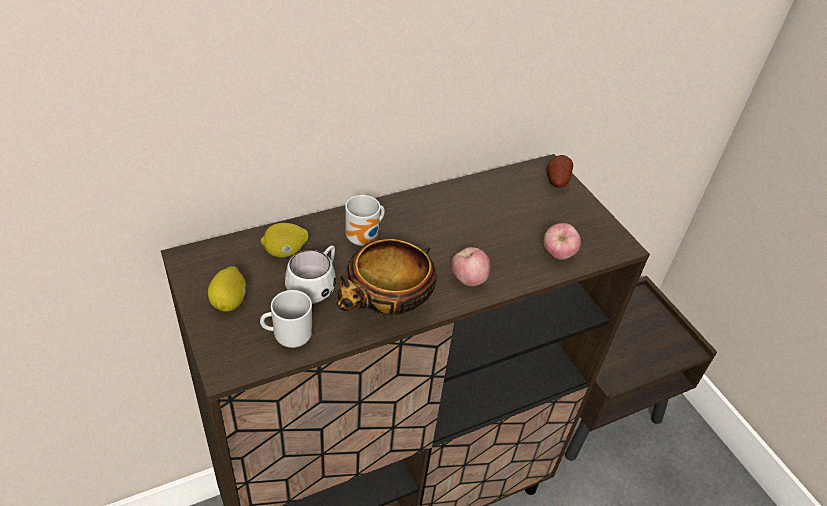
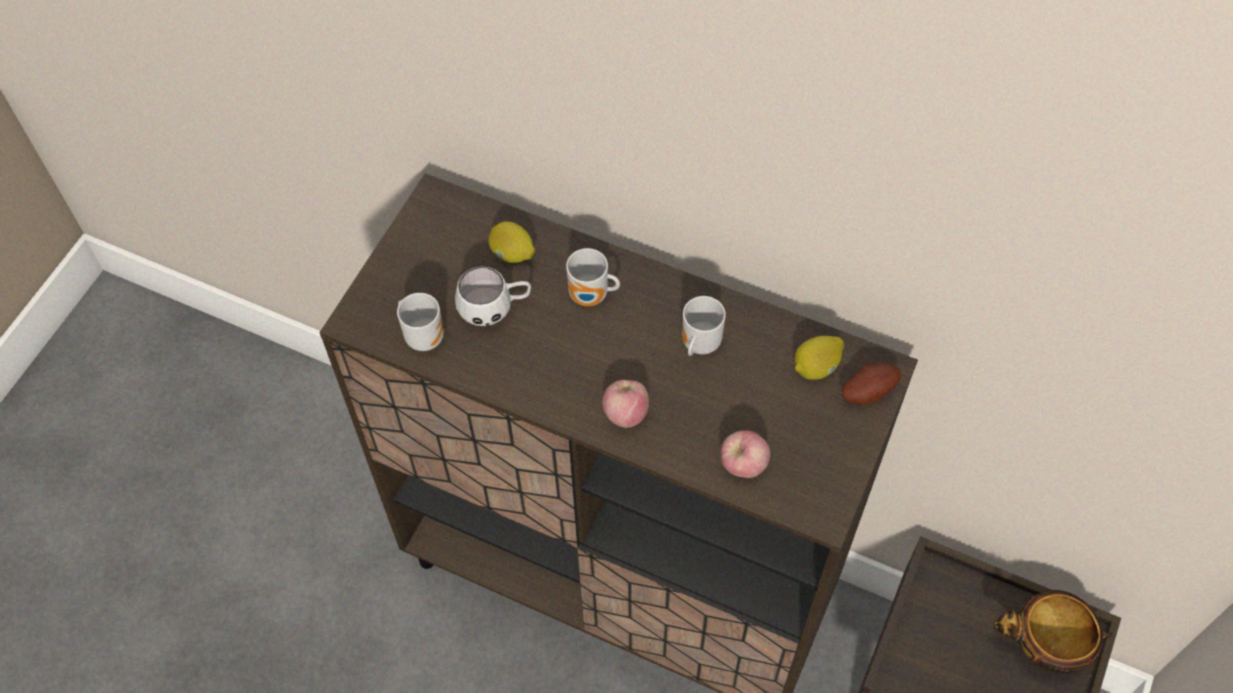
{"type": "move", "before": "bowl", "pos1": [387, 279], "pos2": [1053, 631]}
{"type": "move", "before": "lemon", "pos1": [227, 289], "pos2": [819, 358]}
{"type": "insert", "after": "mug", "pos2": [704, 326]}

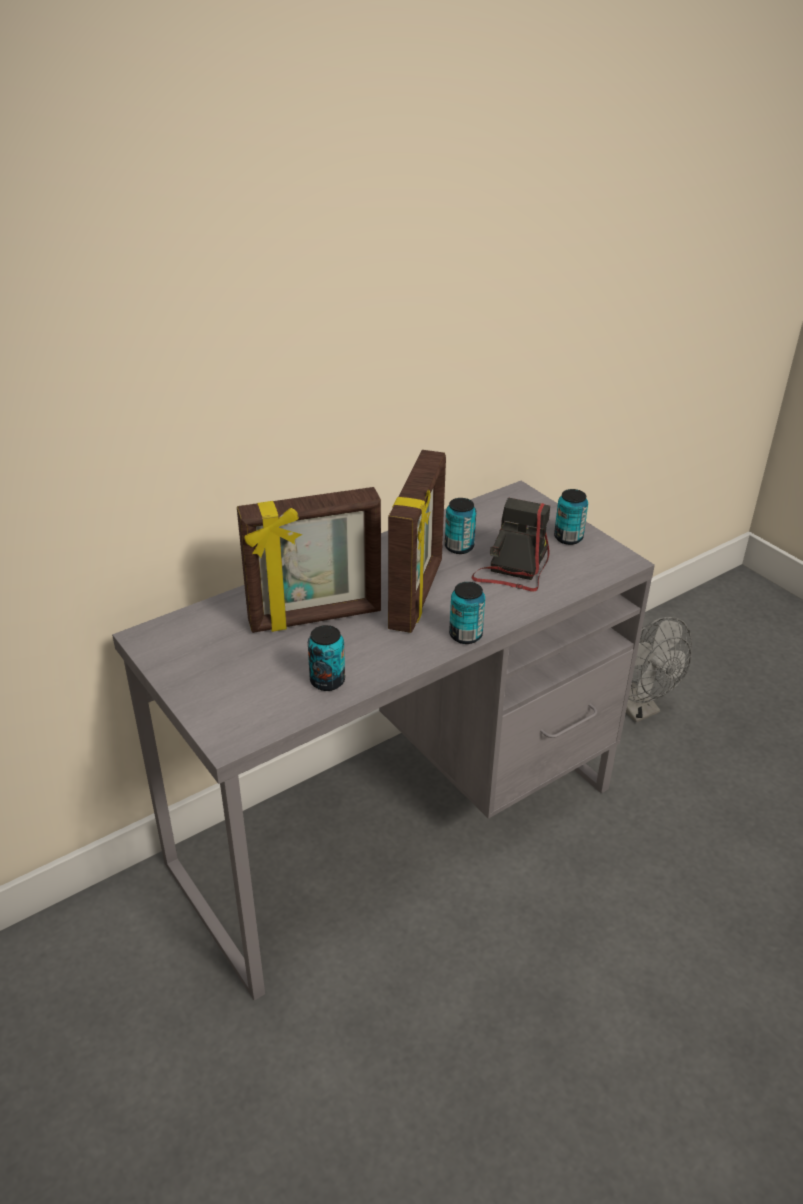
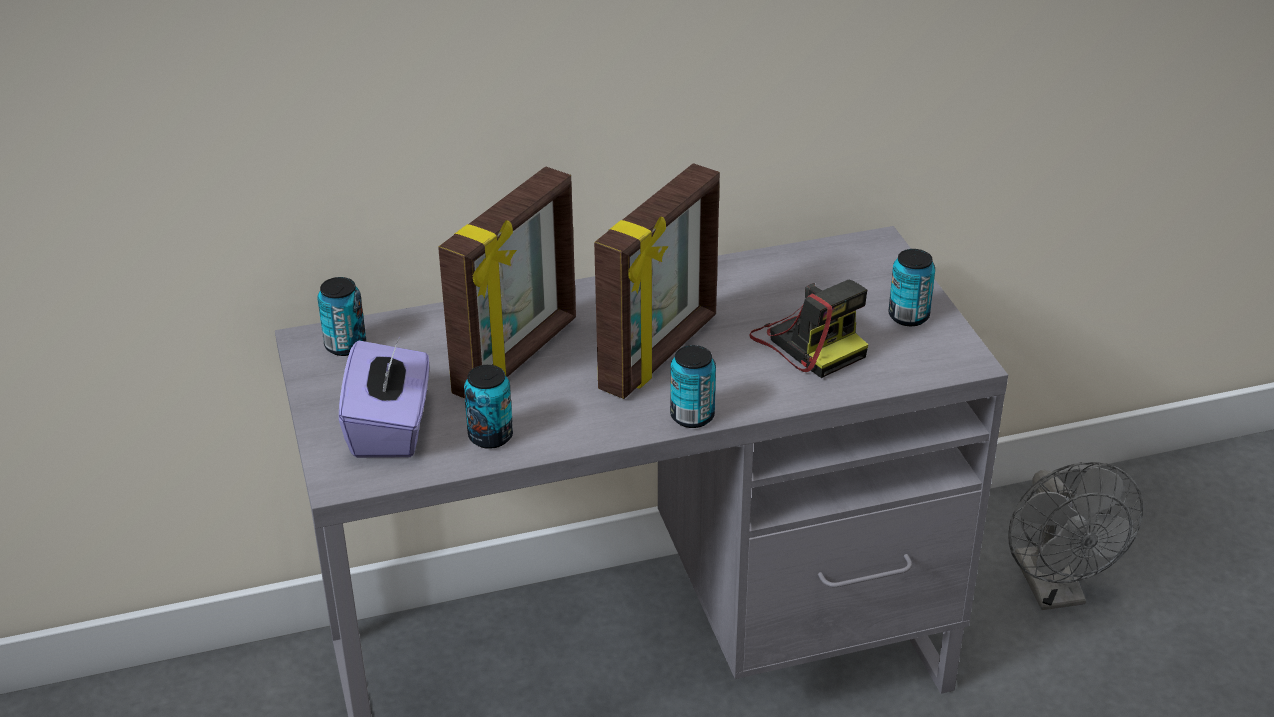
{"type": "rotate", "before": "picture frame", "pos1": [309, 560], "pos2": [507, 283], "turn": -60}
{"type": "rotate", "before": "photo camera", "pos1": [511, 544], "pos2": [808, 329], "turn": 105}
{"type": "move", "before": "can", "pos1": [461, 526], "pos2": [341, 316]}
{"type": "insert", "after": "purple tissue box", "pos2": [384, 398]}

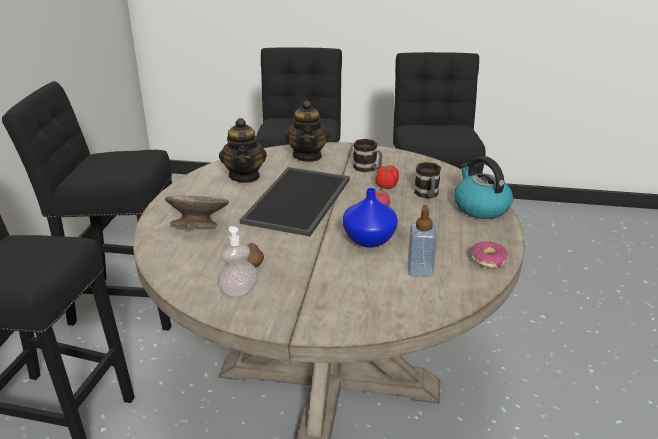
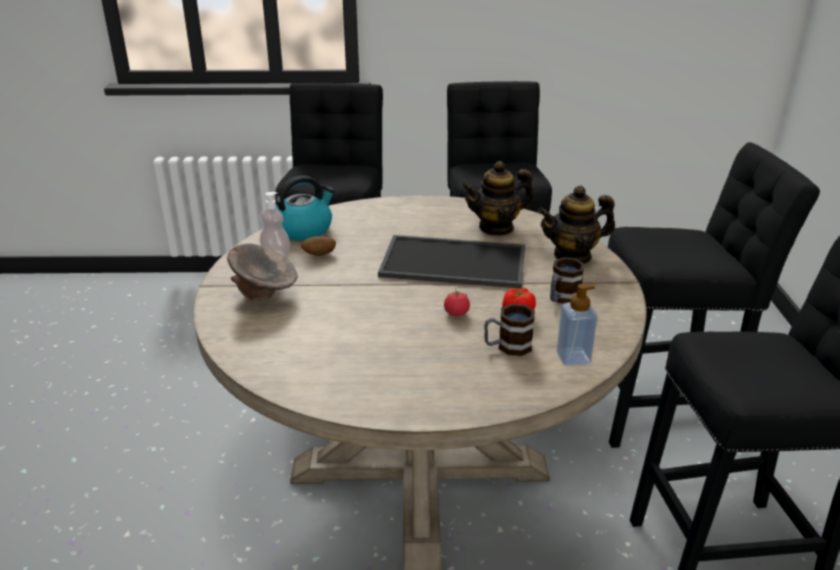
{"type": "move", "before": "kettle", "pos1": [483, 187], "pos2": [305, 208]}
{"type": "delete", "before": "blue vase", "pos1": [370, 218]}
{"type": "move", "before": "grey bowl", "pos1": [197, 211], "pos2": [262, 272]}
{"type": "move", "before": "soap dispenser", "pos1": [422, 241], "pos2": [577, 325]}
{"type": "delete", "before": "donut", "pos1": [489, 255]}

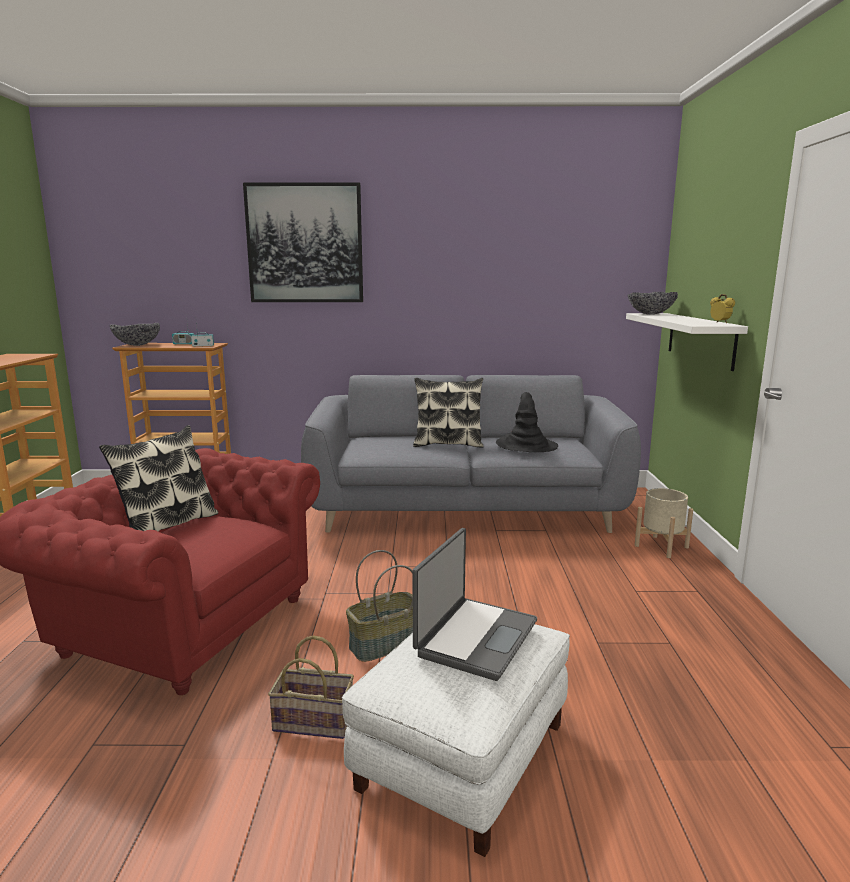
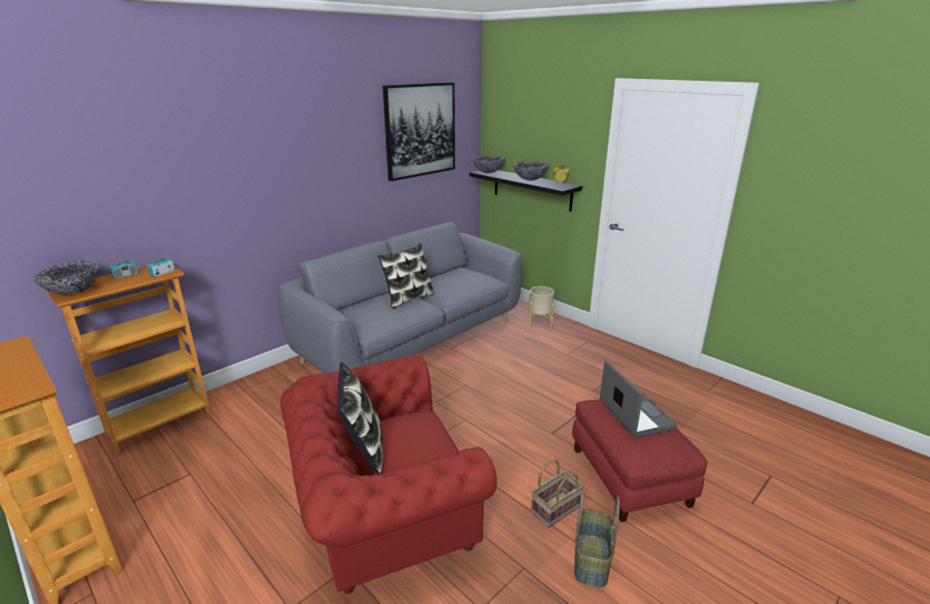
{"type": "move", "before": "picture", "pos1": [303, 242], "pos2": [419, 131]}
{"type": "recolor", "before": "white shelf", "after": "black shelf", "pos1": [687, 342], "pos2": [526, 190]}
{"type": "delete", "before": "black hat", "pos1": [527, 422]}
{"type": "move", "before": "basket", "pos1": [379, 606], "pos2": [596, 538]}
{"type": "recolor", "before": "white ottoman", "after": "red ottoman", "pos1": [456, 740], "pos2": [640, 457]}
{"type": "insert", "after": "bowl", "pos2": [531, 171]}

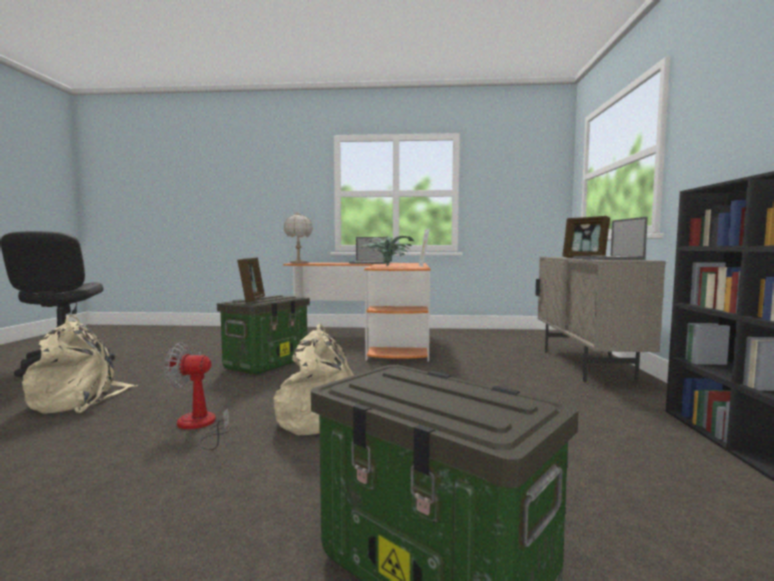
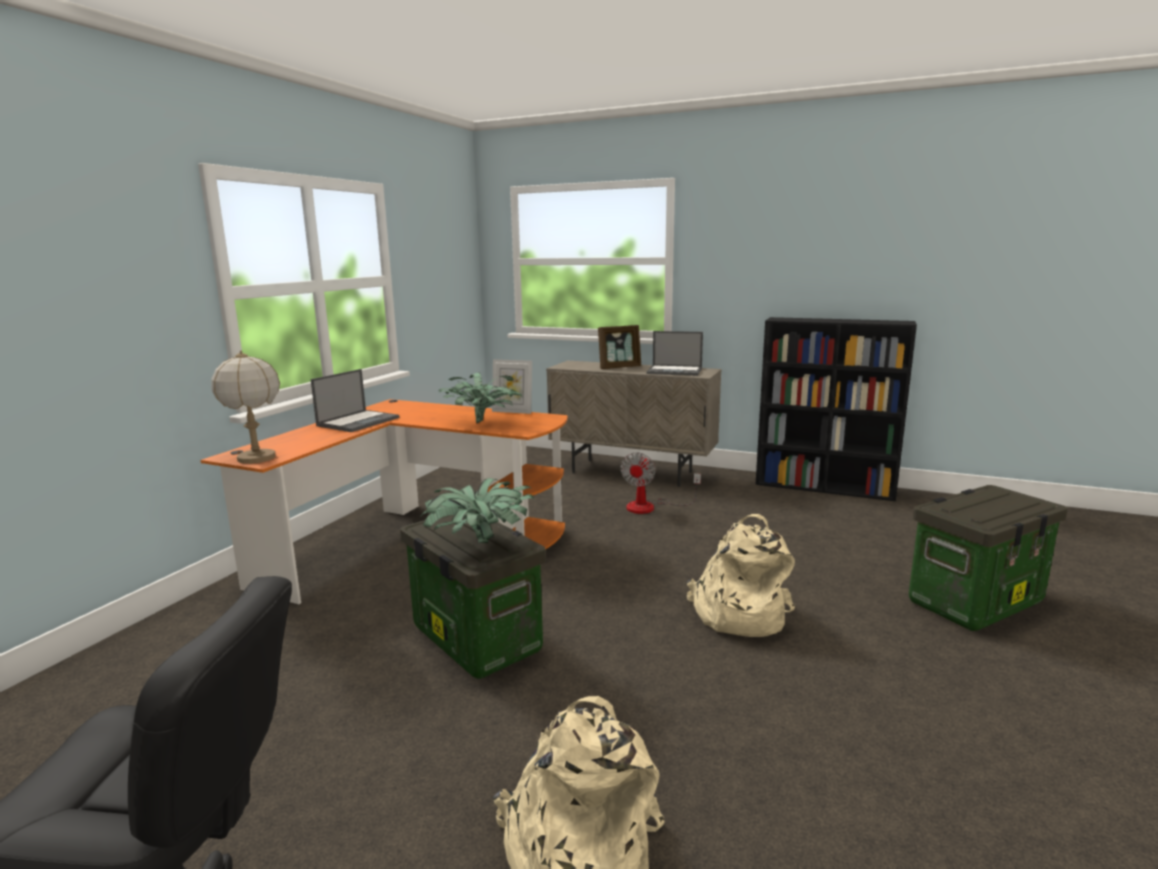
{"type": "replace", "before": "picture frame", "after": "potted plant", "pos1": [251, 279], "pos2": [477, 510]}
{"type": "move", "before": "fan", "pos1": [196, 396], "pos2": [660, 483]}

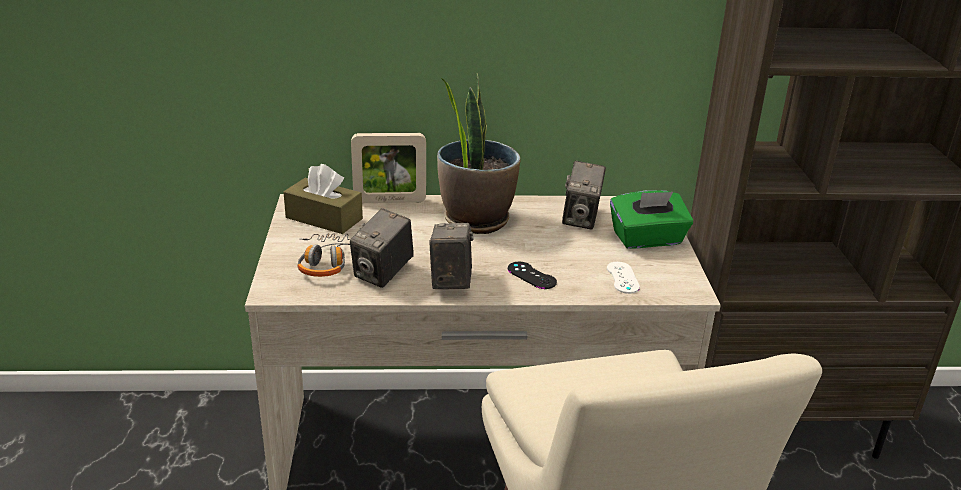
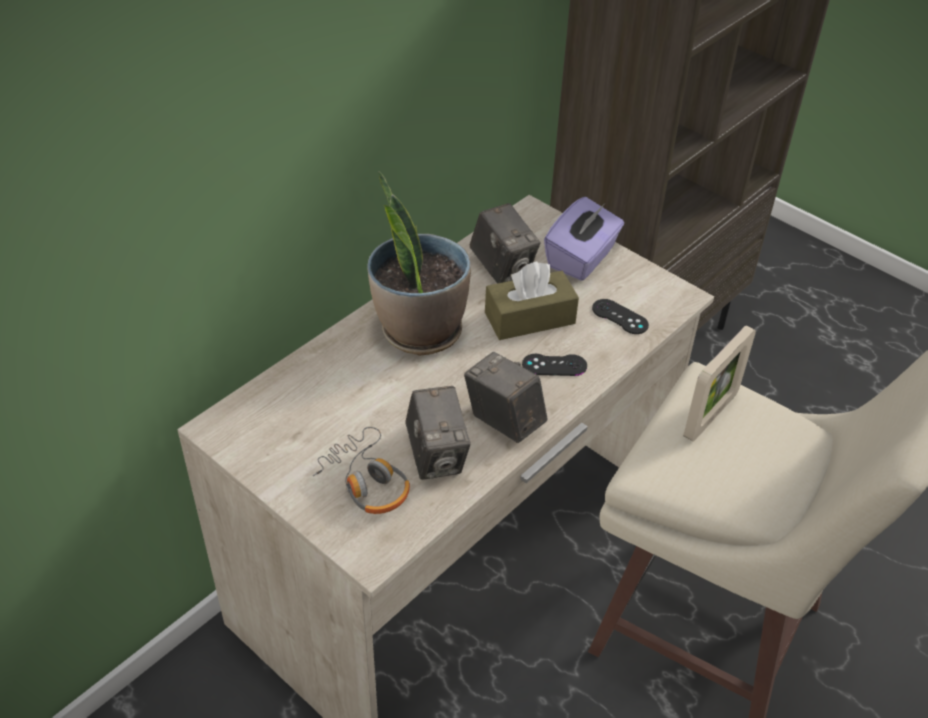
{"type": "move", "before": "picture frame", "pos1": [388, 168], "pos2": [720, 384]}
{"type": "move", "before": "brown tissue box", "pos1": [323, 199], "pos2": [532, 300]}
{"type": "recolor", "before": "green tissue box", "after": "purple tissue box", "pos1": [651, 219], "pos2": [584, 239]}
{"type": "recolor", "before": "white game controller", "after": "black game controller", "pos1": [623, 278], "pos2": [620, 316]}

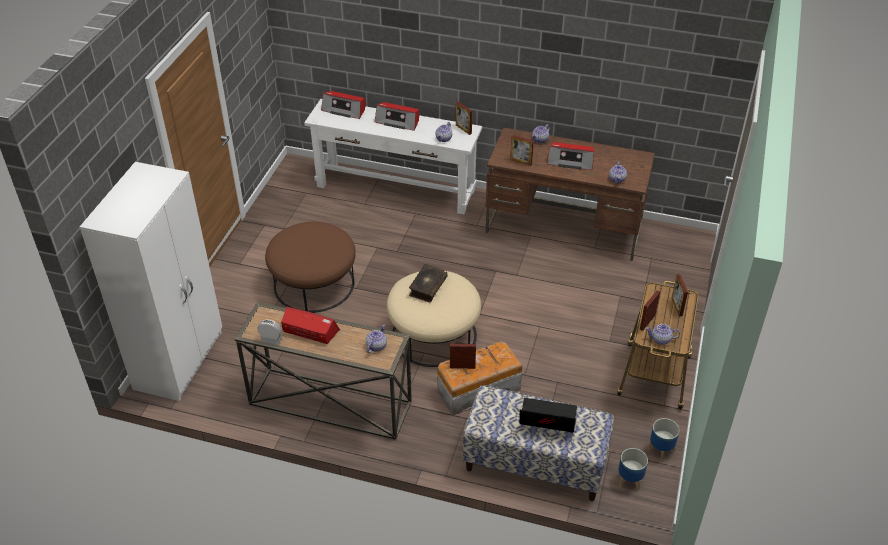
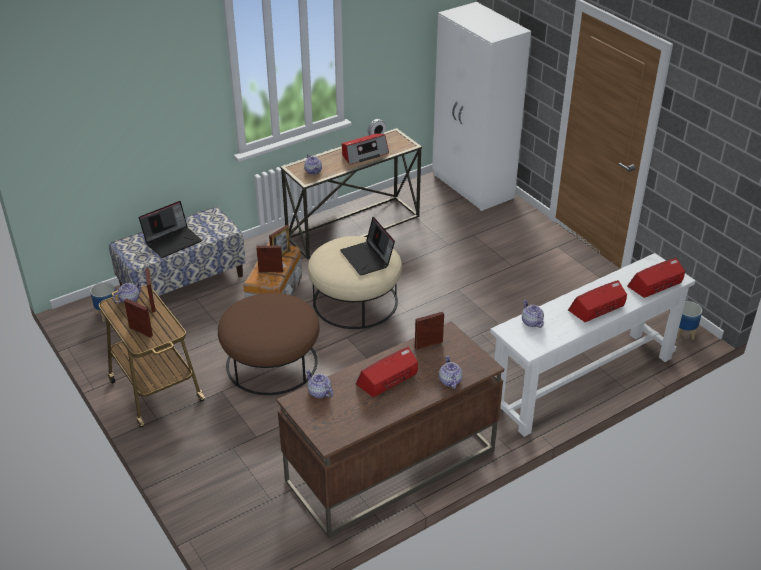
{"type": "move", "before": "picture frame", "pos1": [464, 118], "pos2": [269, 259]}
{"type": "move", "before": "brown ottoman", "pos1": [310, 267], "pos2": [269, 344]}
{"type": "replace", "before": "book", "after": "laptop", "pos1": [428, 283], "pos2": [367, 246]}
{"type": "move", "before": "planter", "pos1": [664, 439], "pos2": [689, 320]}

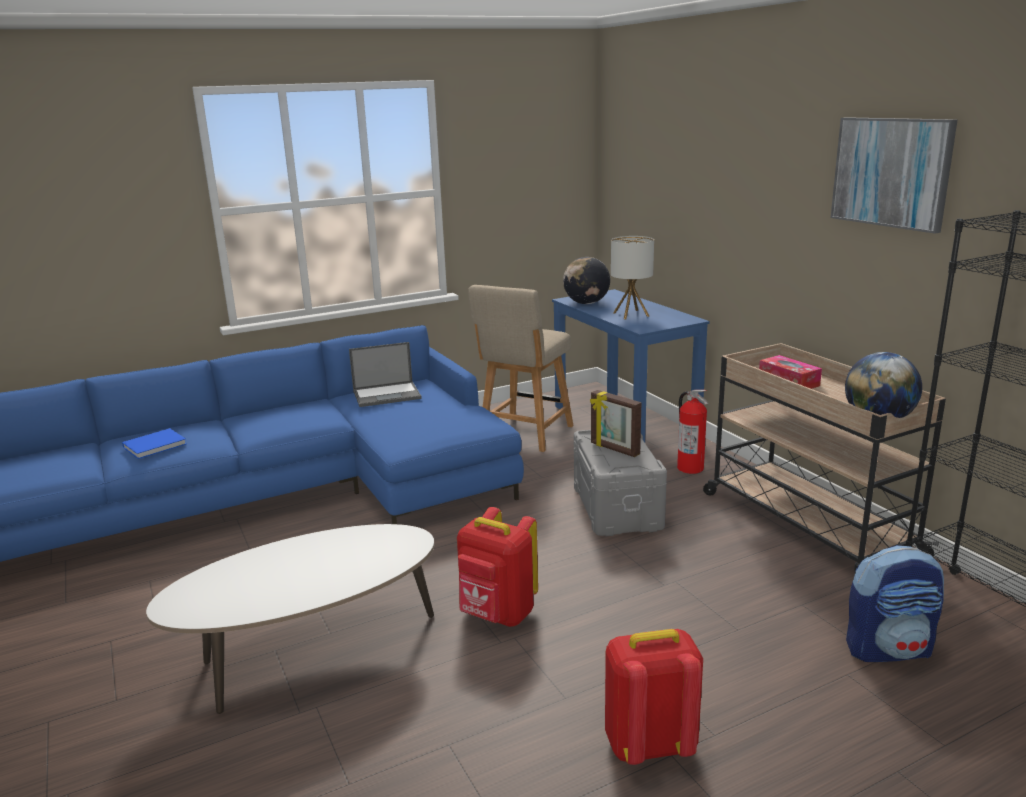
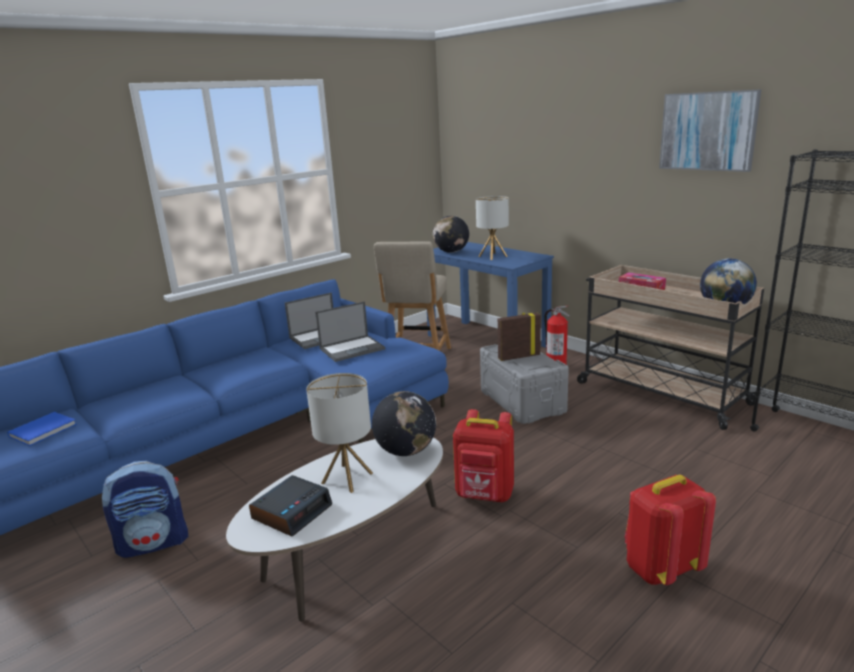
{"type": "rotate", "before": "picture frame", "pos1": [615, 423], "pos2": [519, 336], "turn": 135}
{"type": "move", "before": "blue book", "pos1": [154, 443], "pos2": [42, 429]}
{"type": "move", "before": "backpack", "pos1": [895, 603], "pos2": [145, 509]}
{"type": "insert", "after": "laptop", "pos2": [350, 331]}
{"type": "insert", "after": "table lamp", "pos2": [339, 433]}
{"type": "insert", "after": "globe", "pos2": [404, 423]}
{"type": "insert", "after": "alarm clock", "pos2": [290, 506]}

